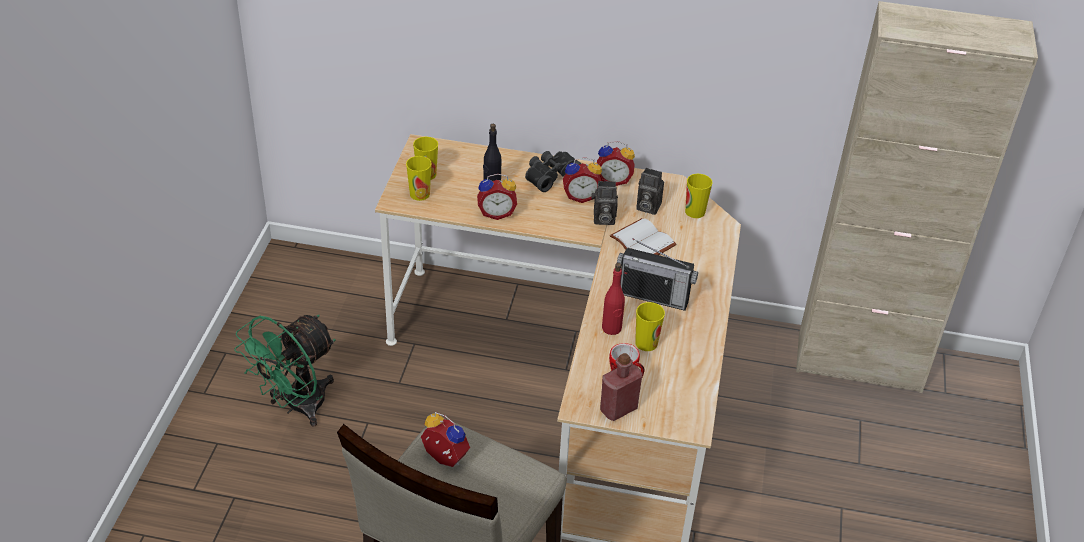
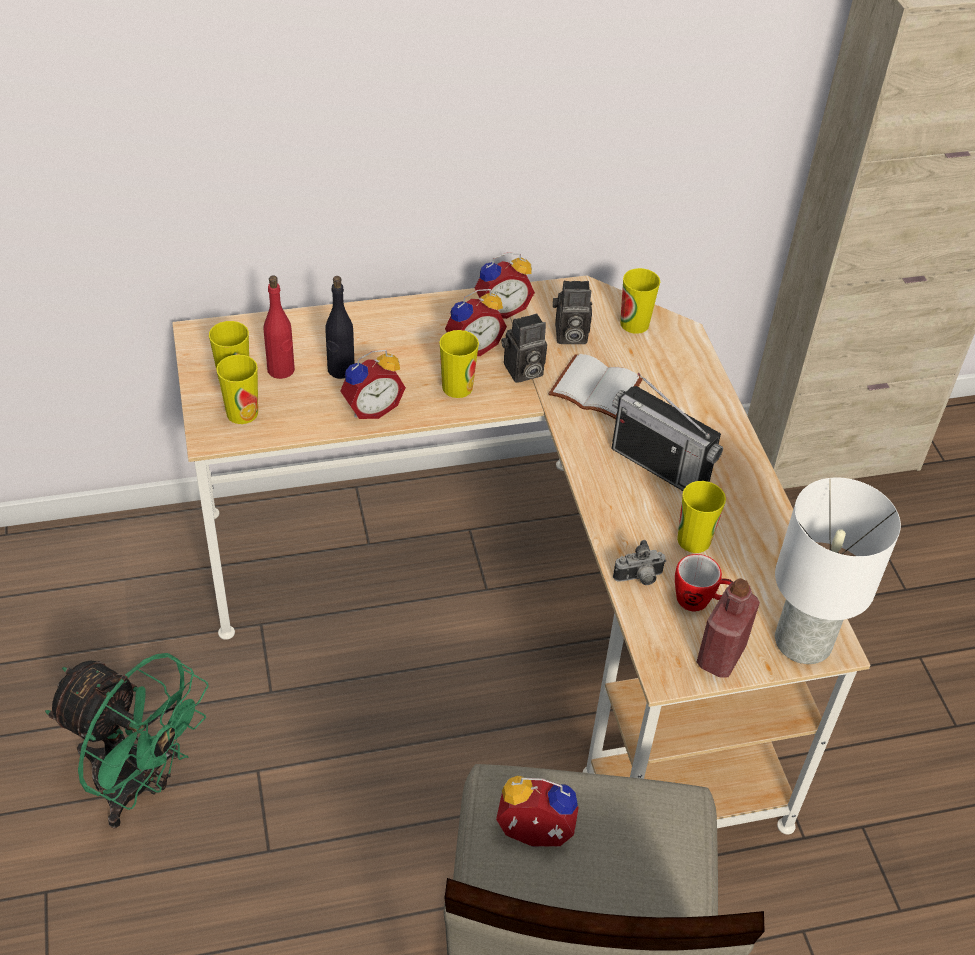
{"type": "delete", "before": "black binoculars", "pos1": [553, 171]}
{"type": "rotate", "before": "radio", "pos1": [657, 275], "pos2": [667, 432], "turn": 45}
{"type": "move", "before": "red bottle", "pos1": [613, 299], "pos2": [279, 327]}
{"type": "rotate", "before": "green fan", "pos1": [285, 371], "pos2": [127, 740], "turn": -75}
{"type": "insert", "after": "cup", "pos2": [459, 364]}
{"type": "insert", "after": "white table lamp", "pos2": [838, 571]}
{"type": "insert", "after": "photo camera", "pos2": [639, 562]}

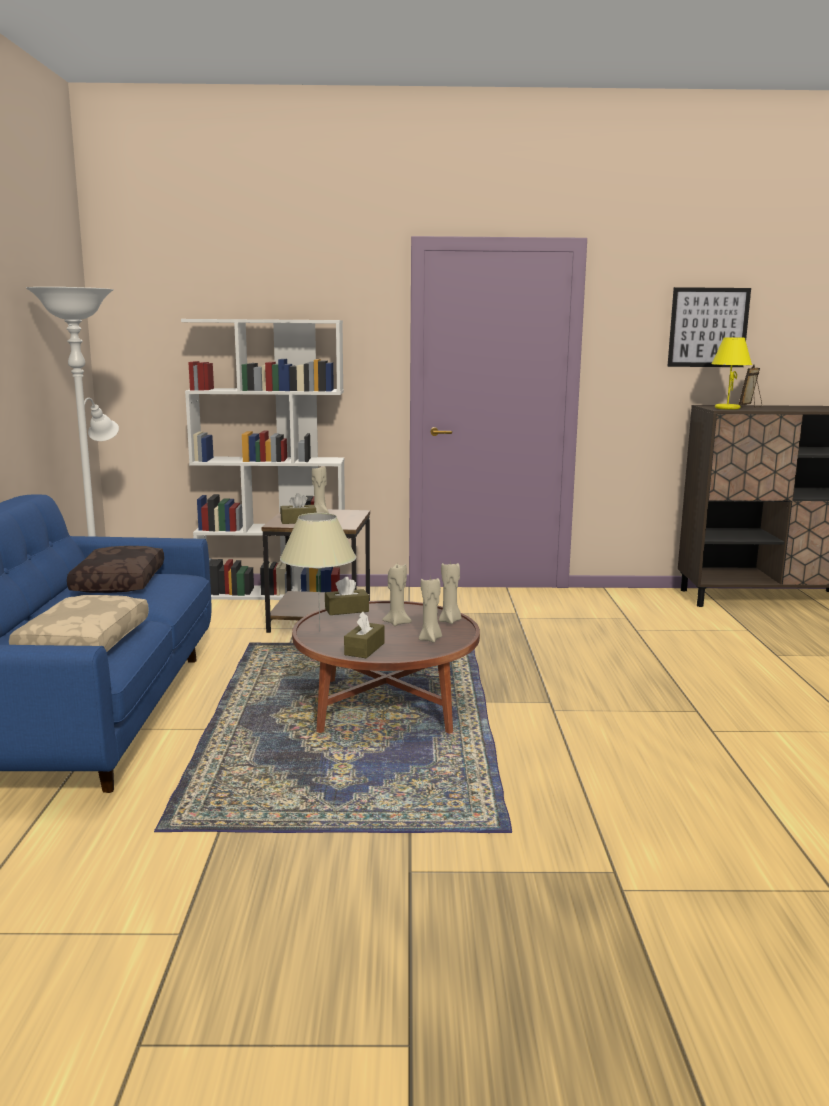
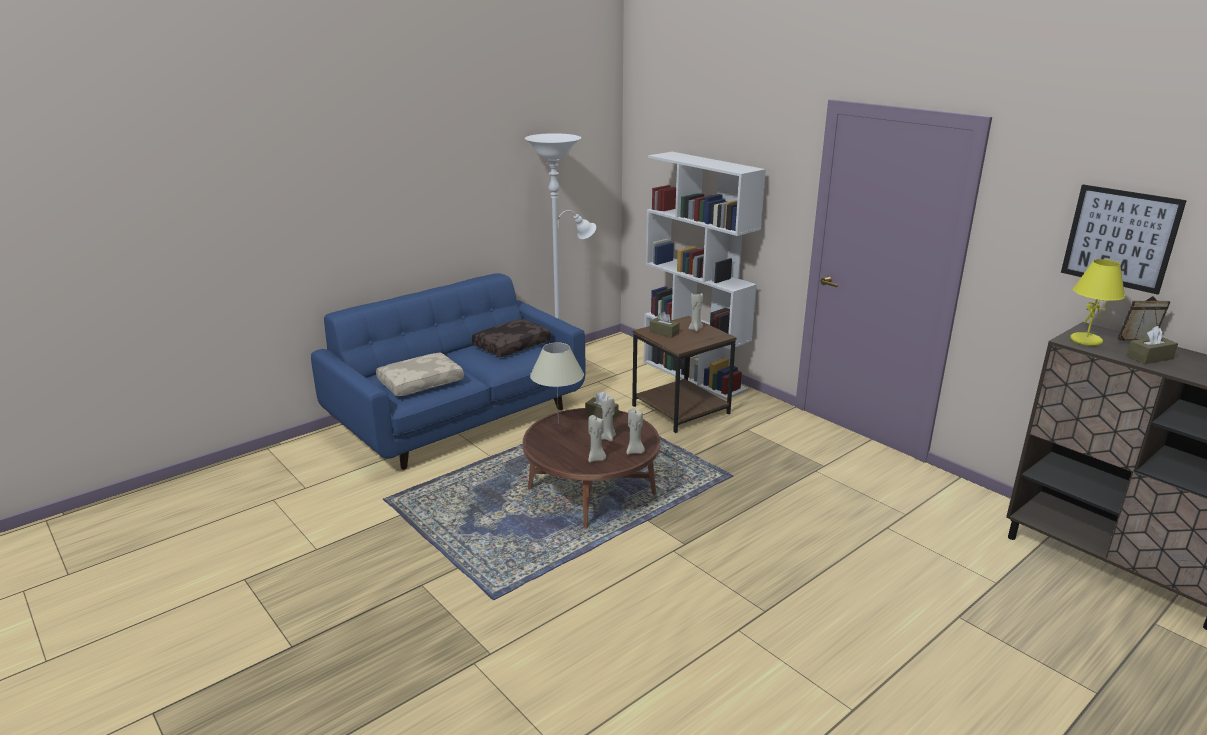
{"type": "move", "before": "brown tissue box", "pos1": [364, 635], "pos2": [1152, 345]}

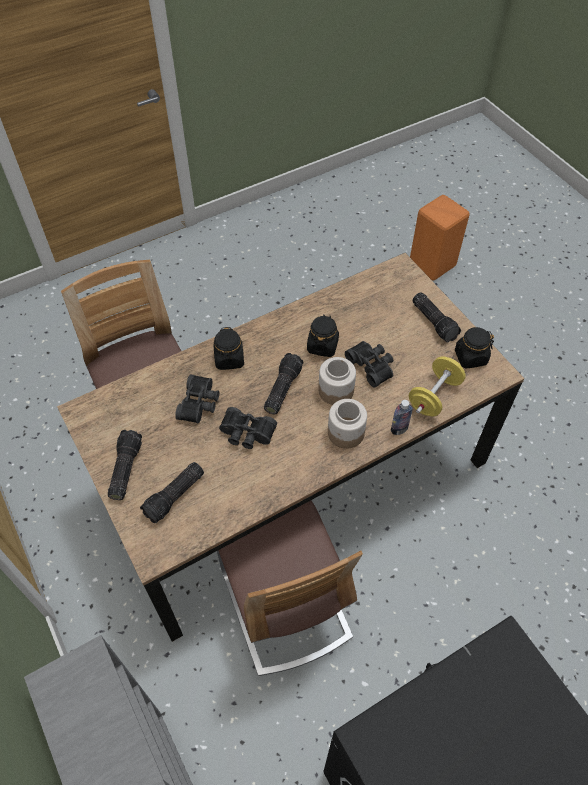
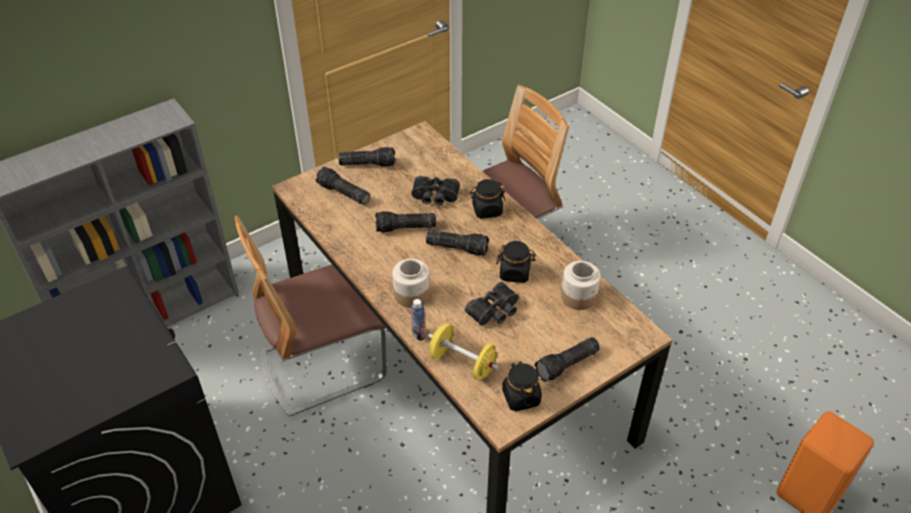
{"type": "move", "before": "jar", "pos1": [337, 381], "pos2": [580, 285]}
{"type": "replace", "before": "black binoculars", "after": "flashlight", "pos1": [248, 428], "pos2": [406, 221]}

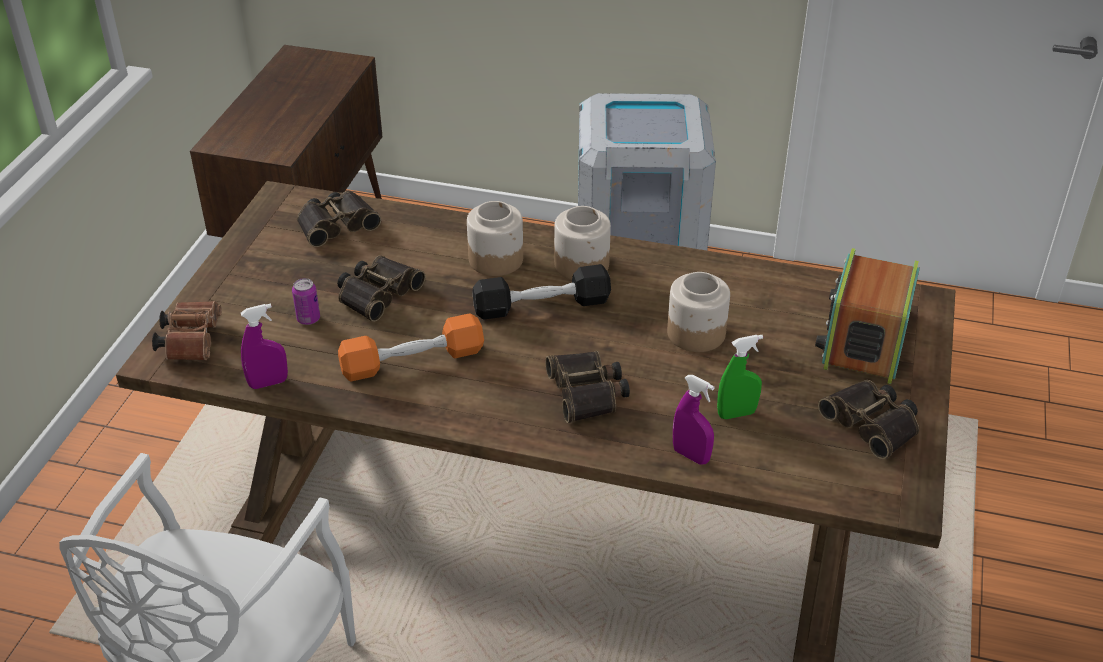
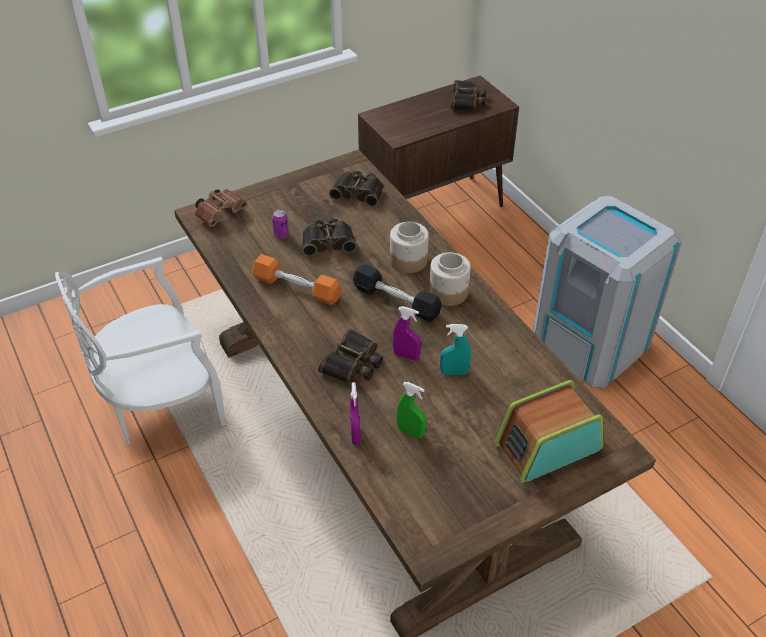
{"type": "replace", "before": "jar", "after": "turquoise spray bottle", "pos1": [698, 312], "pos2": [455, 349]}
{"type": "move", "before": "purple spray bottle", "pos1": [264, 346], "pos2": [406, 333]}
{"type": "move", "before": "binoculars", "pos1": [868, 419], "pos2": [469, 95]}

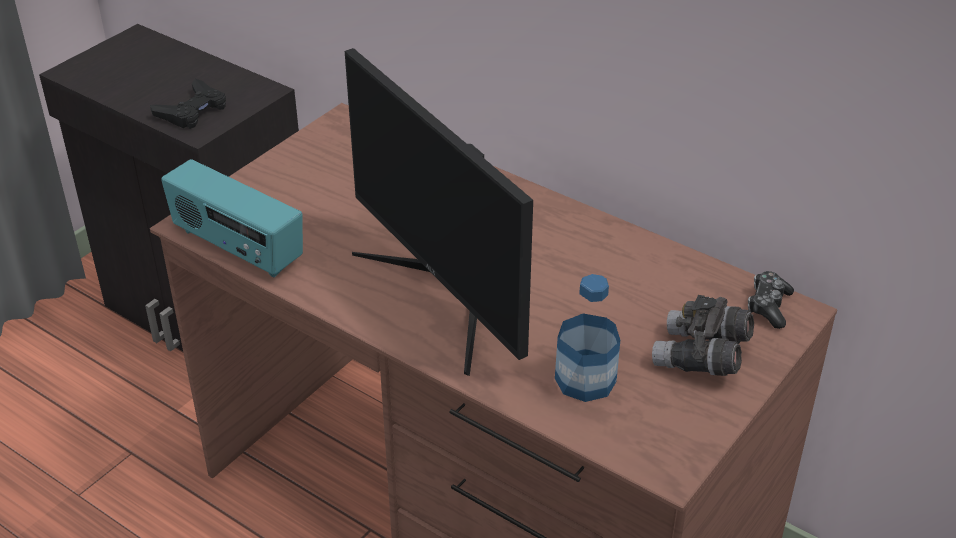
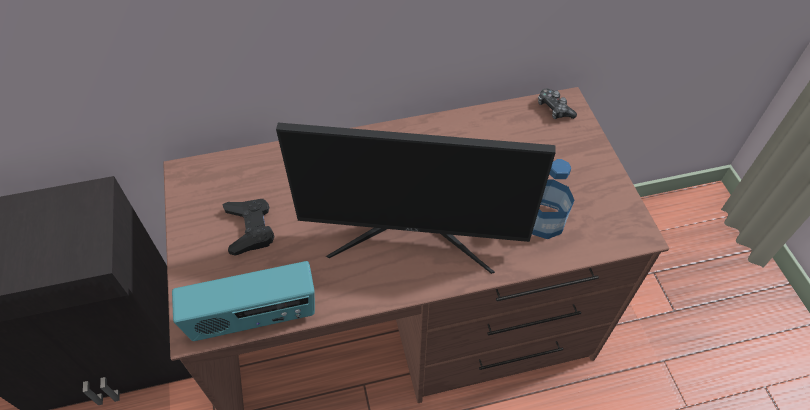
{"type": "move", "before": "black game controller", "pos1": [188, 104], "pos2": [248, 227]}
{"type": "delete", "before": "grey binoculars", "pos1": [703, 335]}

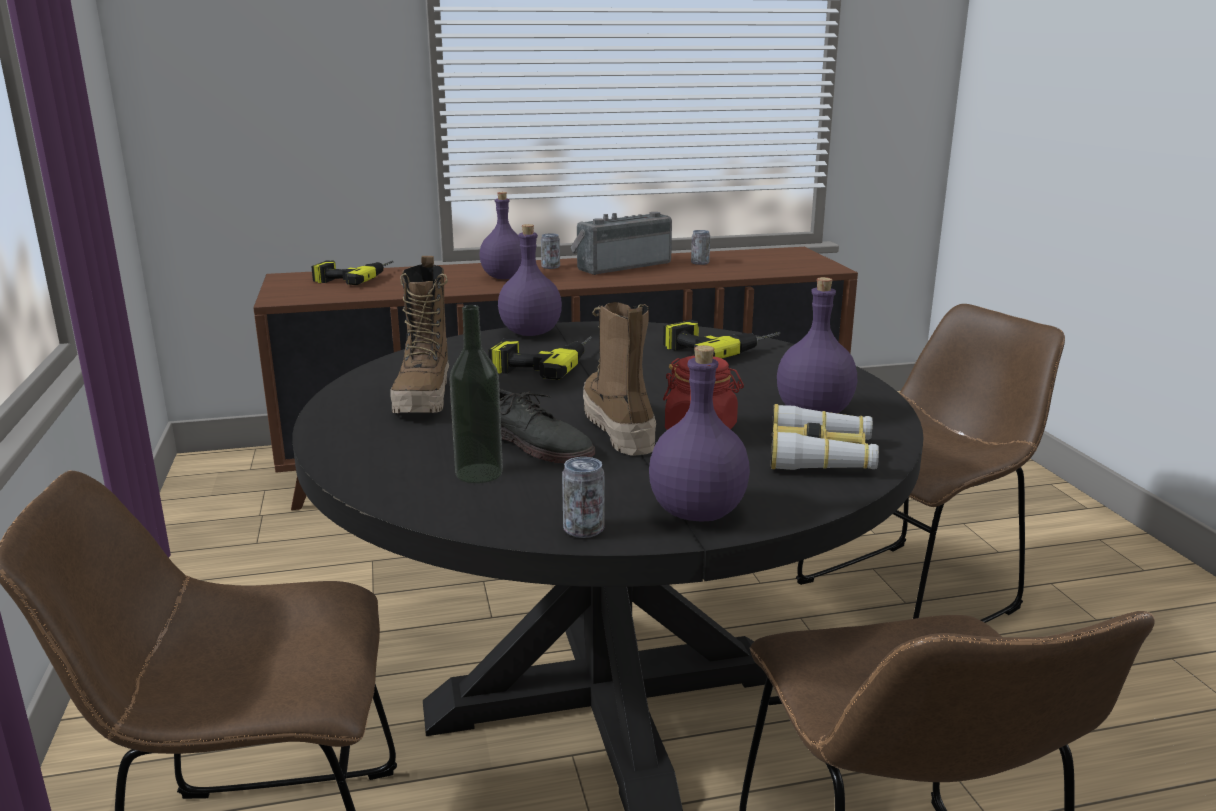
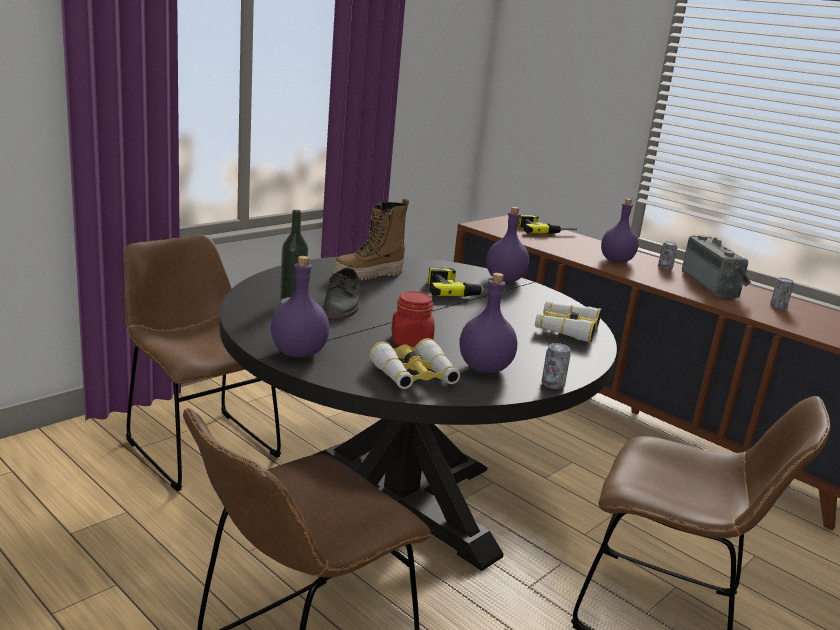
{"type": "rotate", "before": "radio", "pos1": [621, 243], "pos2": [716, 266], "turn": 60}
{"type": "delete", "before": "boot", "pos1": [619, 379]}
{"type": "replace", "before": "power drill", "after": "binoculars", "pos1": [722, 339], "pos2": [568, 322]}
{"type": "move", "before": "can", "pos1": [583, 497], "pos2": [556, 366]}

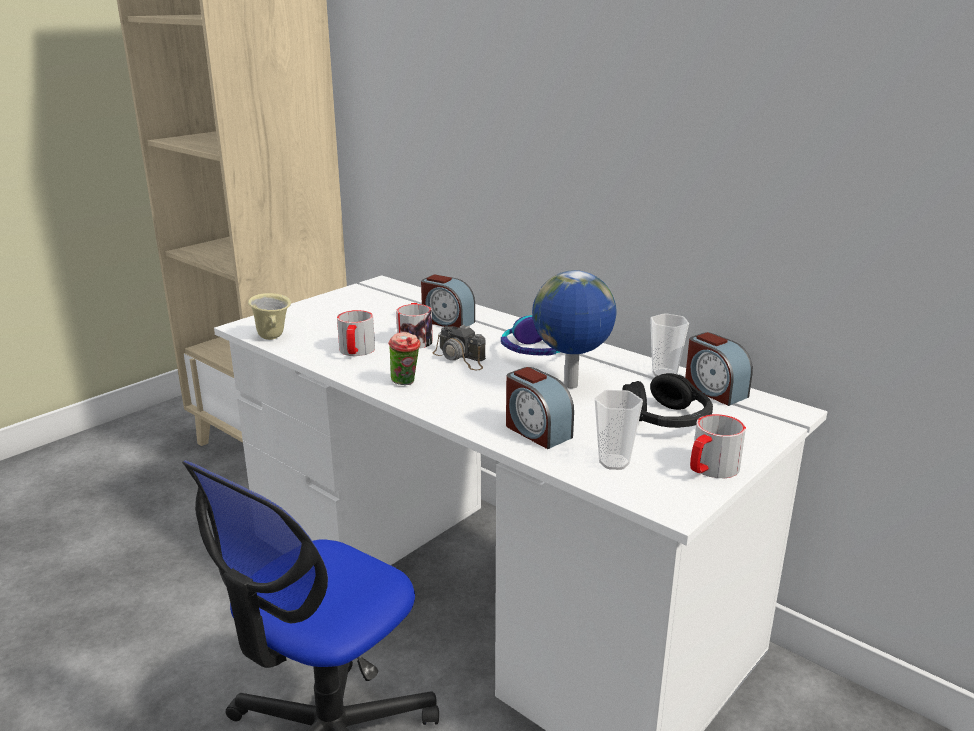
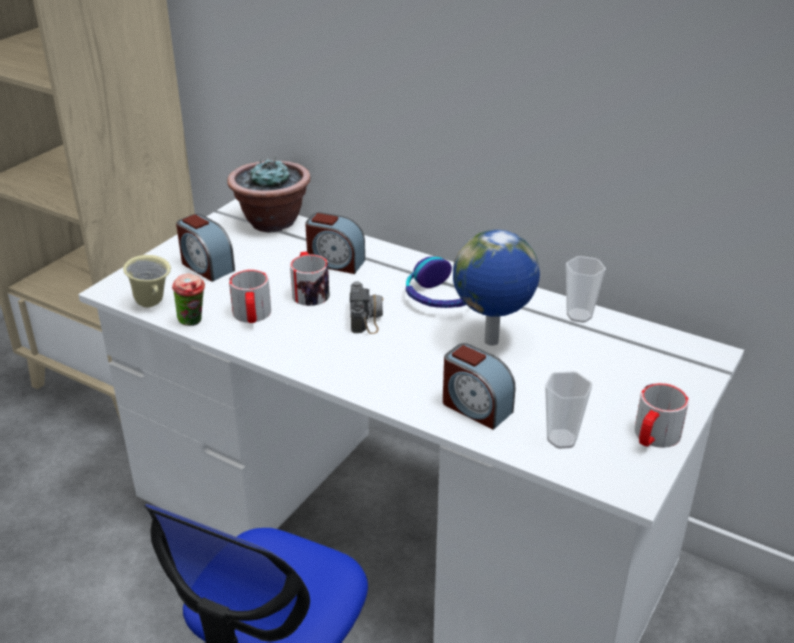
{"type": "rotate", "before": "photo camera", "pos1": [459, 347], "pos2": [367, 307], "turn": -120}
{"type": "move", "before": "cup", "pos1": [404, 358], "pos2": [188, 299]}
{"type": "move", "before": "alarm clock", "pos1": [719, 369], "pos2": [205, 248]}
{"type": "delete", "before": "black headphones", "pos1": [667, 400]}
{"type": "insert", "after": "potted plant", "pos2": [269, 194]}

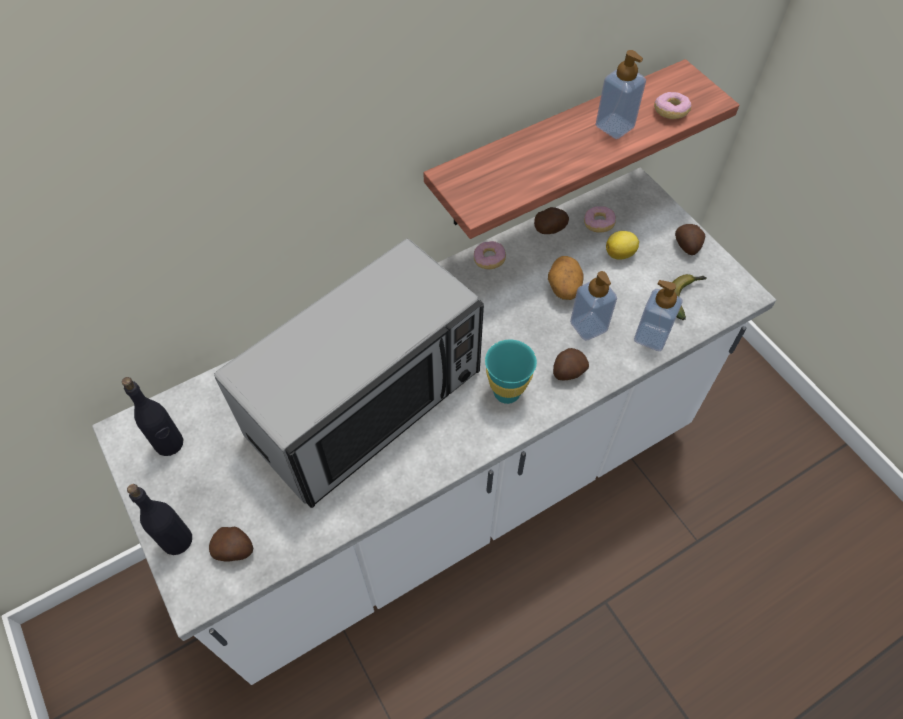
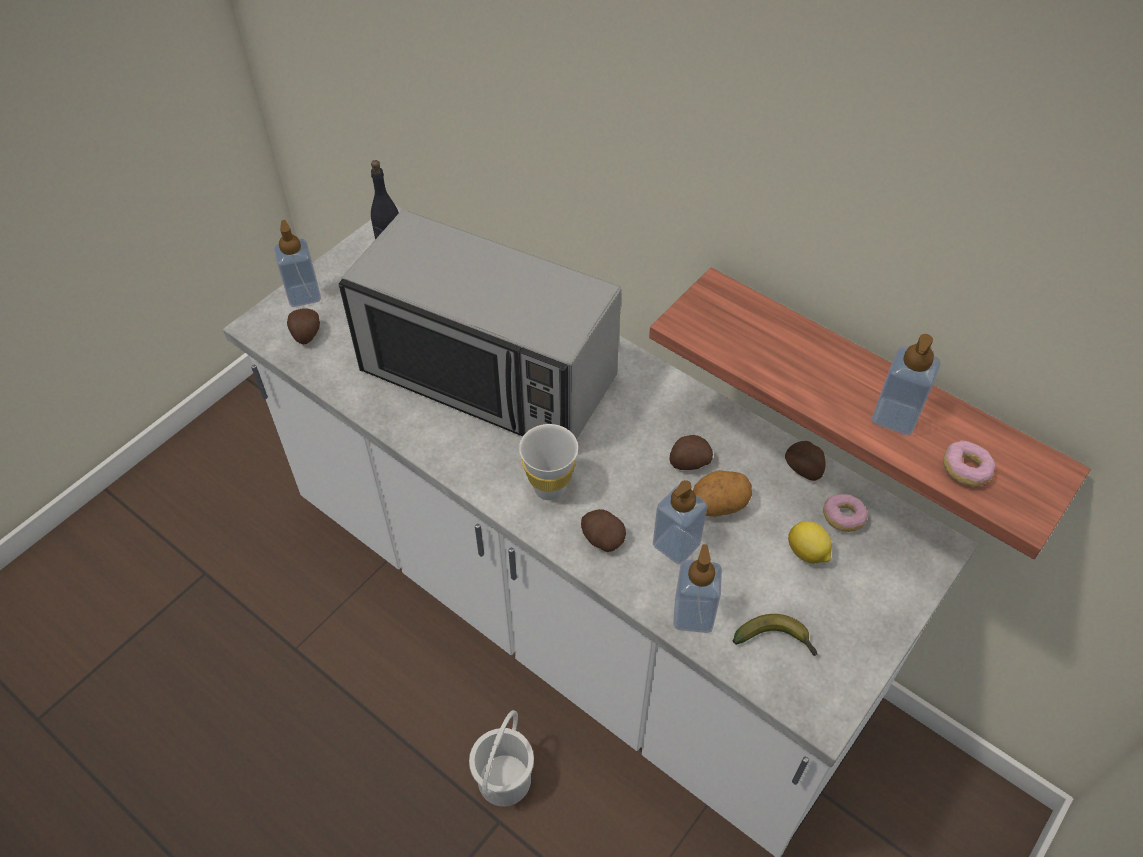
{"type": "move", "before": "potato", "pos1": [690, 239], "pos2": [691, 452]}
{"type": "delete", "before": "donut", "pos1": [490, 255]}
{"type": "recolor", "before": "turquoise cup", "after": "white cup", "pos1": [511, 372], "pos2": [548, 462]}
{"type": "replace", "before": "black bottle", "after": "soap dispenser", "pos1": [159, 519], "pos2": [297, 263]}
{"type": "insert", "after": "white bucket", "pos2": [501, 758]}

